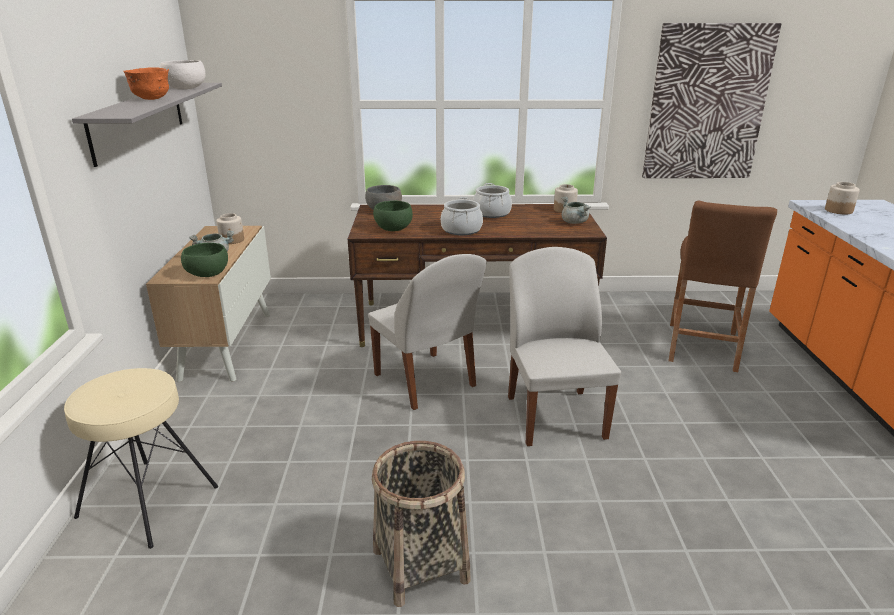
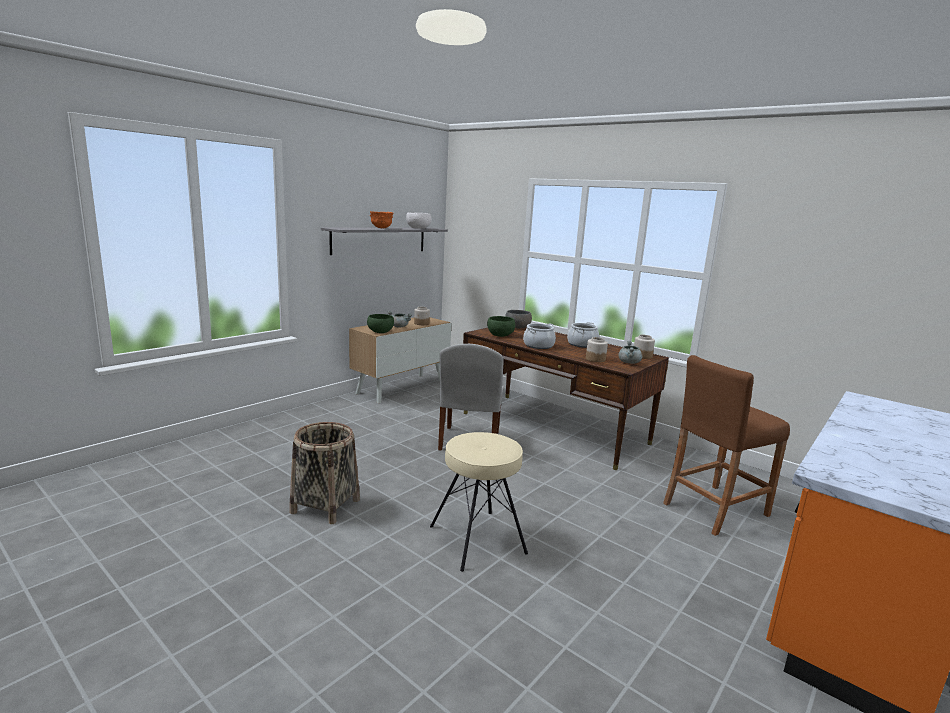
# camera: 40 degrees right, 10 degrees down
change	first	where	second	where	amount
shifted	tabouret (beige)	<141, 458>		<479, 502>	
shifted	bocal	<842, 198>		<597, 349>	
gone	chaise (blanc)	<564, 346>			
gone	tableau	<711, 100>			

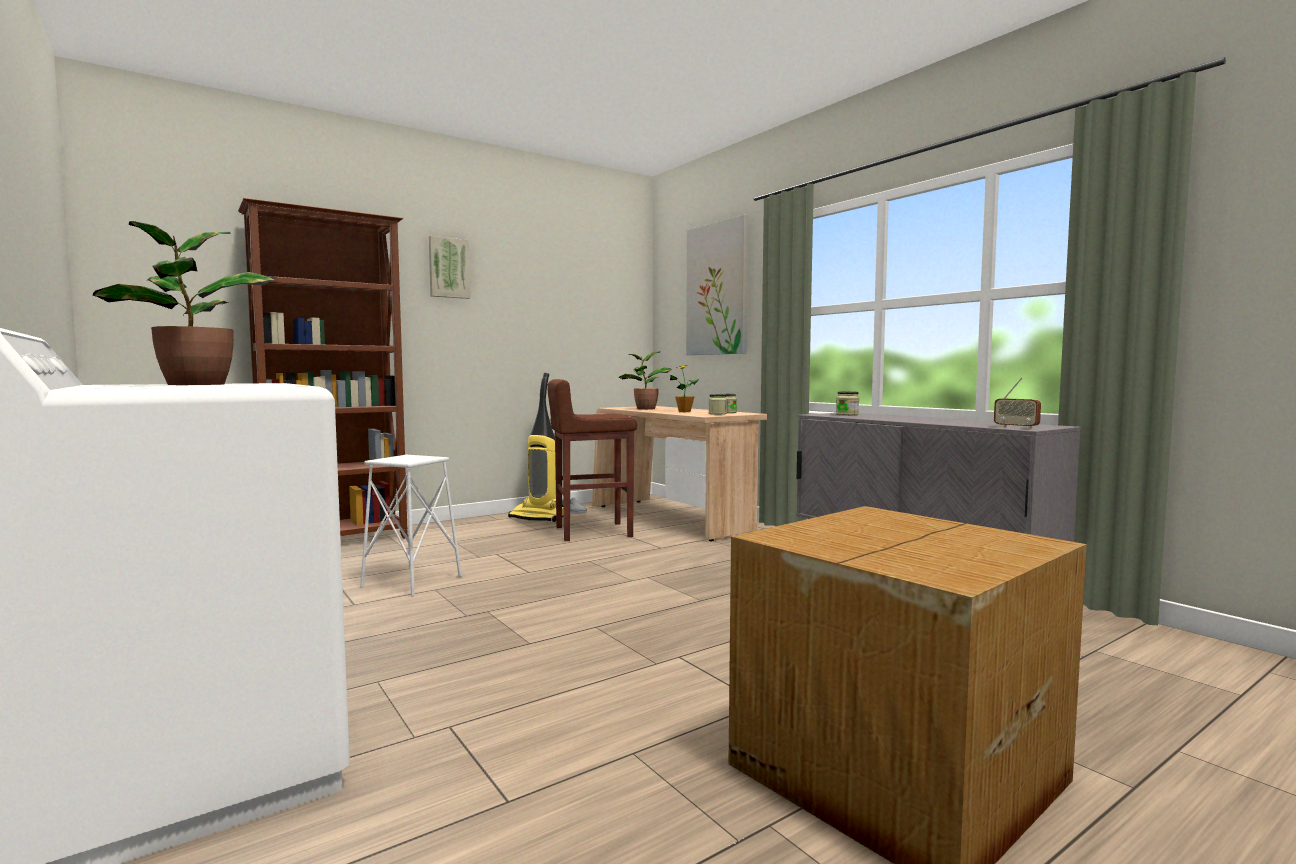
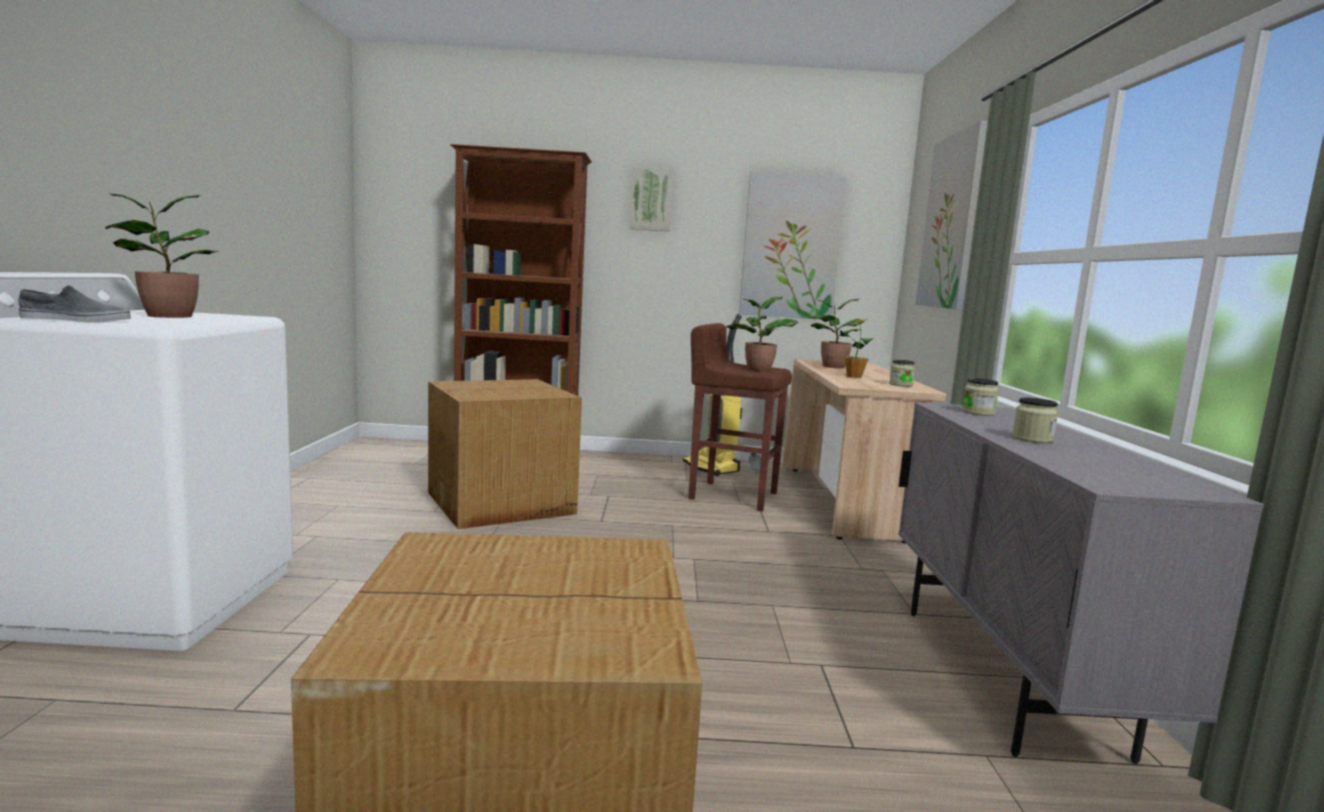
# camera: 35 degrees right, 5 degrees up
change	first	where	second	where	amount
new			chaussure (gris)	<74, 304>	
swapped	tabouret (blanc)	<411, 525>	carton	<505, 454>	
new			plante en pot	<762, 334>	
new			tableau	<793, 244>	
shifted	bocal	<718, 404>		<1035, 420>	
gone	radio	<1017, 403>			

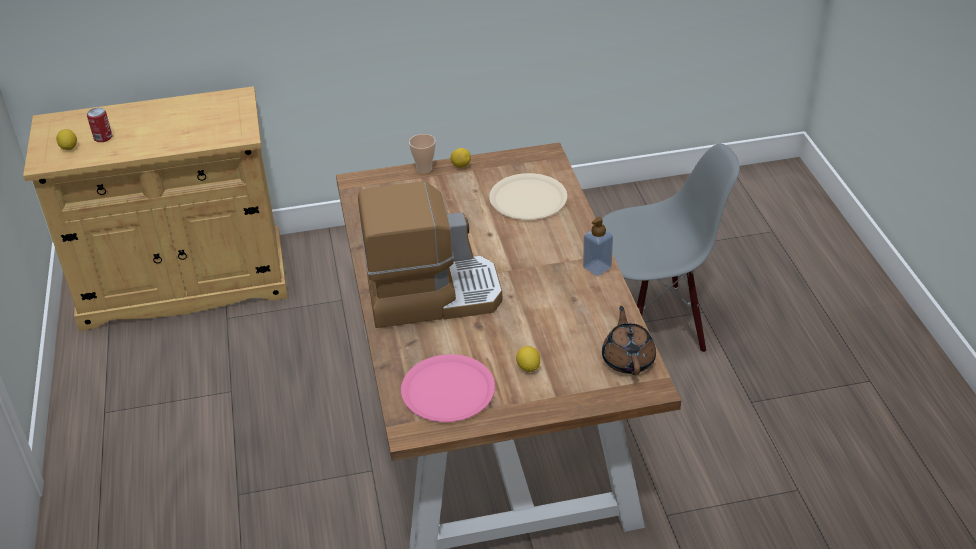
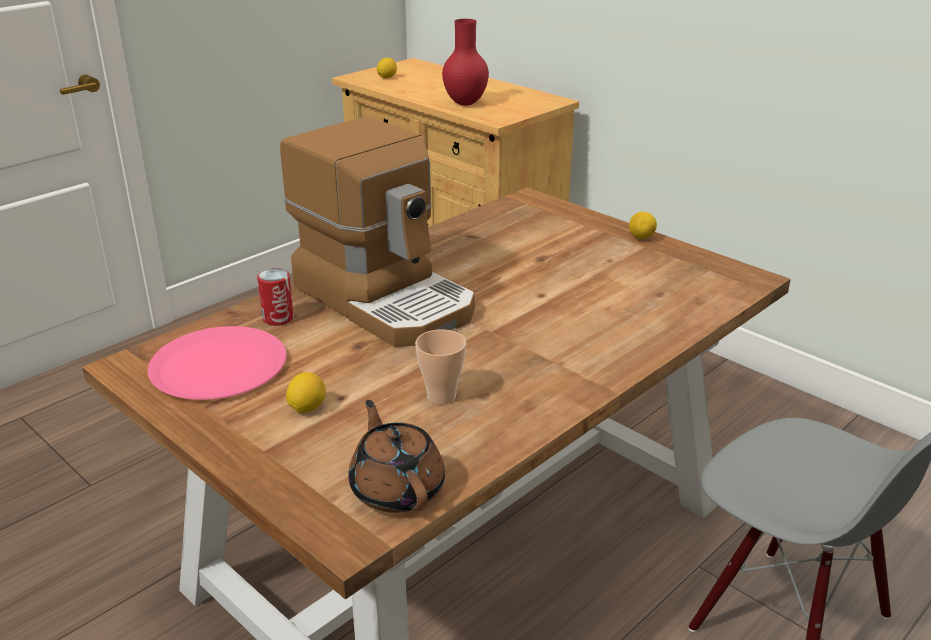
# camera: 55 degrees right, 10 degrees down
change	first	where	second	where	amount
shifted	boîte métallique	<100, 125>		<275, 297>	
rotated	théière (marron)	<629, 340>		<396, 456>	75 degrees counterclockwise
shifted	tasse	<422, 154>		<440, 367>	
new			vase (rouge)	<465, 62>	
gone	assiette (beige)	<528, 196>			
gone	distributeur de savon	<598, 246>			

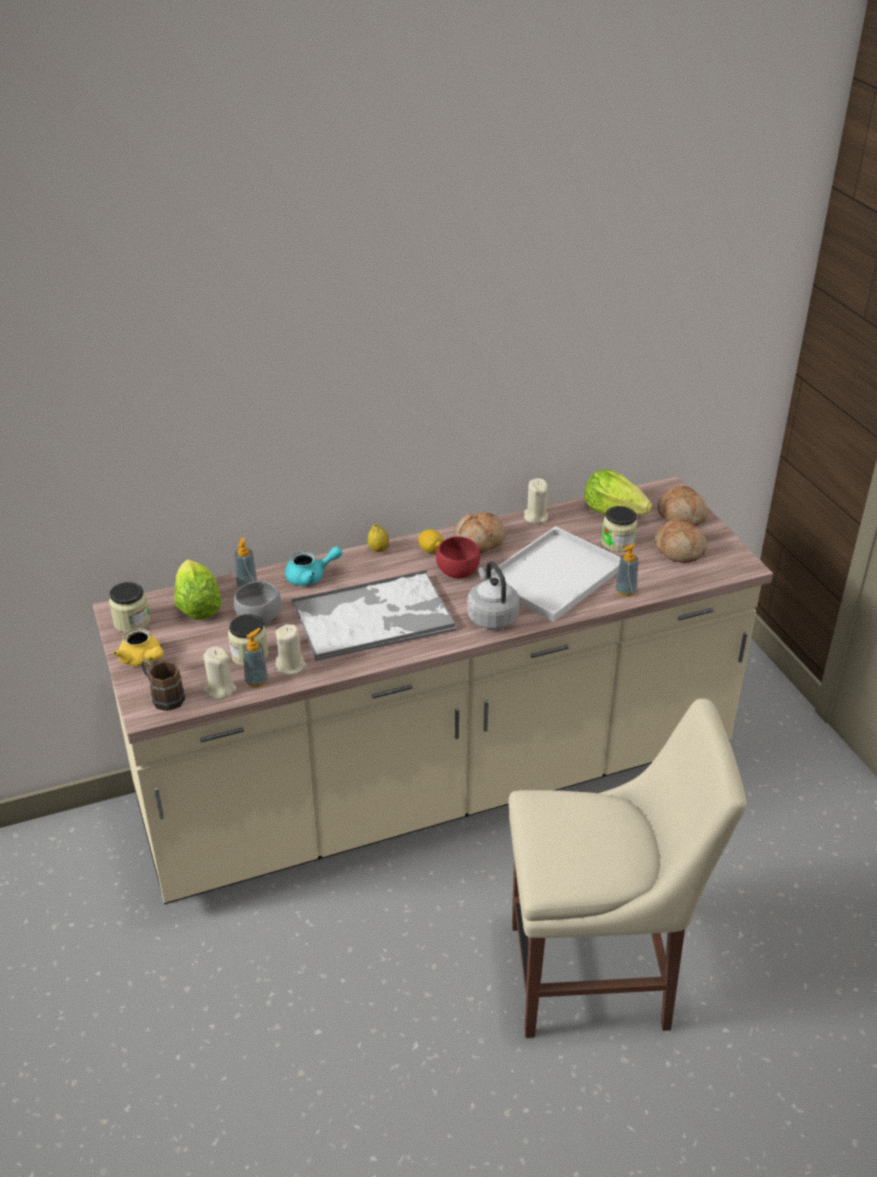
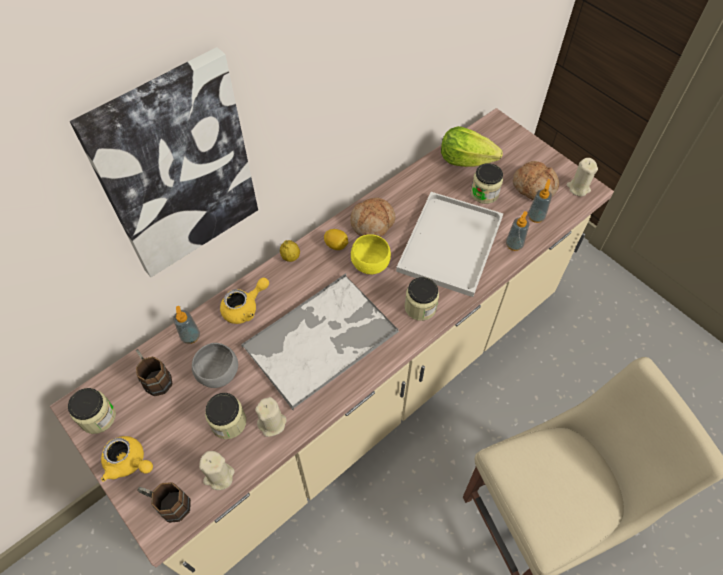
# camera: 20 degrees left, 20 degrees up
change	first	where	second	where	amount
new			tableau	<164, 162>	
swapped	laitue	<198, 590>	mug (marron)	<154, 372>	
repainted	théière (turquoise)	<314, 566>	théière (jaune)	<244, 301>	
repainted	bol (rouge)	<458, 557>	bol (jaune)	<371, 254>	
swapped	bouilloire (gris)	<493, 595>	bocal	<422, 299>	
shifted	distributeur de savon	<255, 657>		<540, 201>	
shifted	bougie (beige)	<536, 501>		<582, 177>	
gone	pain	<682, 506>			

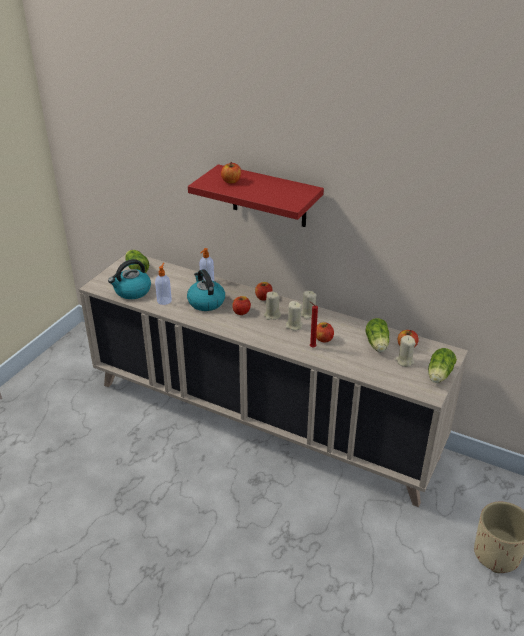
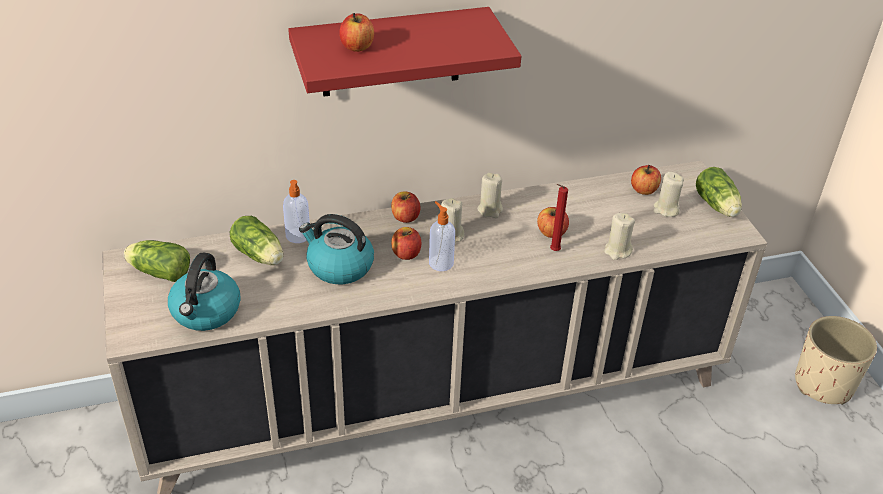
# camera: 45 degrees left, 5 degrees up
change	first	where	second	where	amount
shifted	laitue	<377, 335>		<256, 240>	
shifted	distributeur de savon	<163, 284>		<442, 236>	
shifted	bougie (beige)	<294, 315>		<619, 236>	

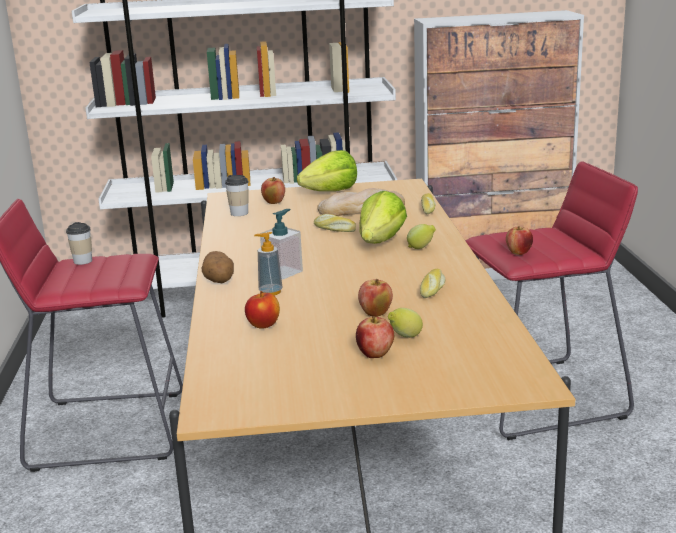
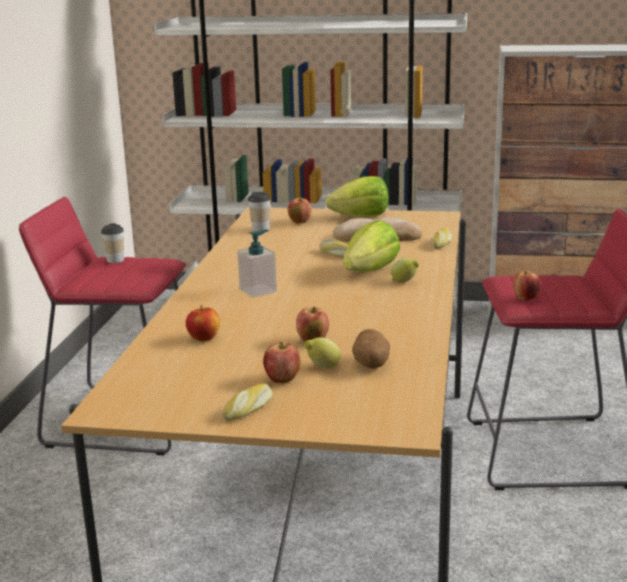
# camera: 15 degrees right, 0 degrees up
change	first	where	second	where	amount
shifted	pain	<432, 283>		<247, 402>	
shifted	pomme de terre	<218, 267>		<371, 349>	
gone	distributeur de savon	<268, 263>			

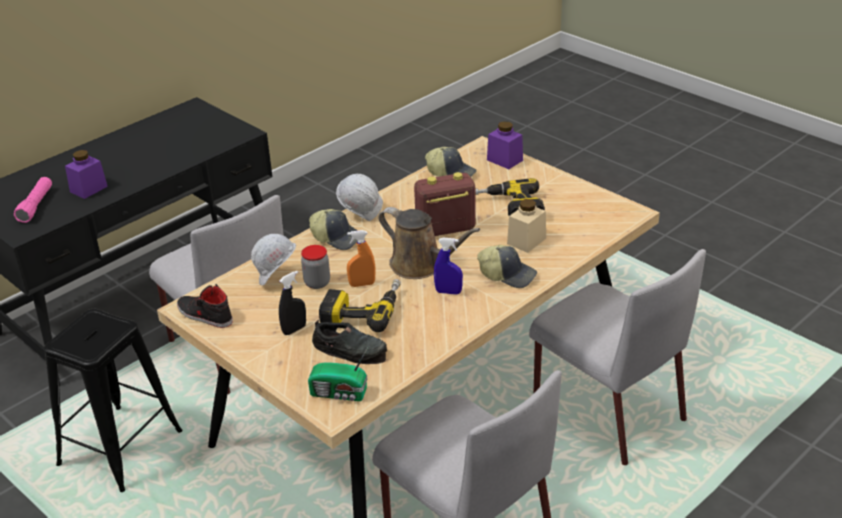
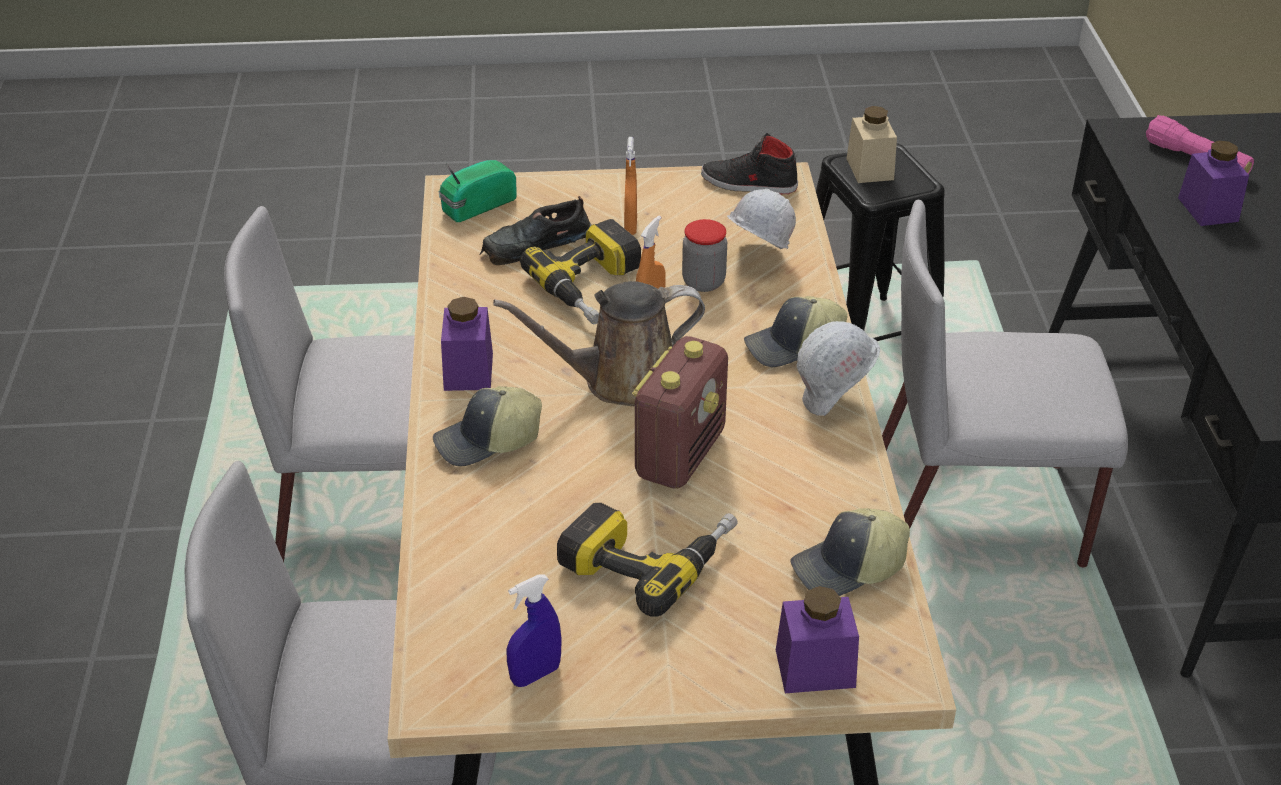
# camera: 130 degrees right, 5 degrees up
change	first	where	second	where	amount
new			bocal (violet)	<467, 344>	
shifted	vaporisateur (bleu)	<448, 266>		<534, 630>	
repainted	vaporisateur (noir)	<292, 303>	vaporisateur (orange)	<630, 186>	
rotated	chaussure (noir)	<205, 306>		<749, 163>	150 degrees counterclockwise
shifted	bocal (beige)	<526, 226>		<871, 144>	

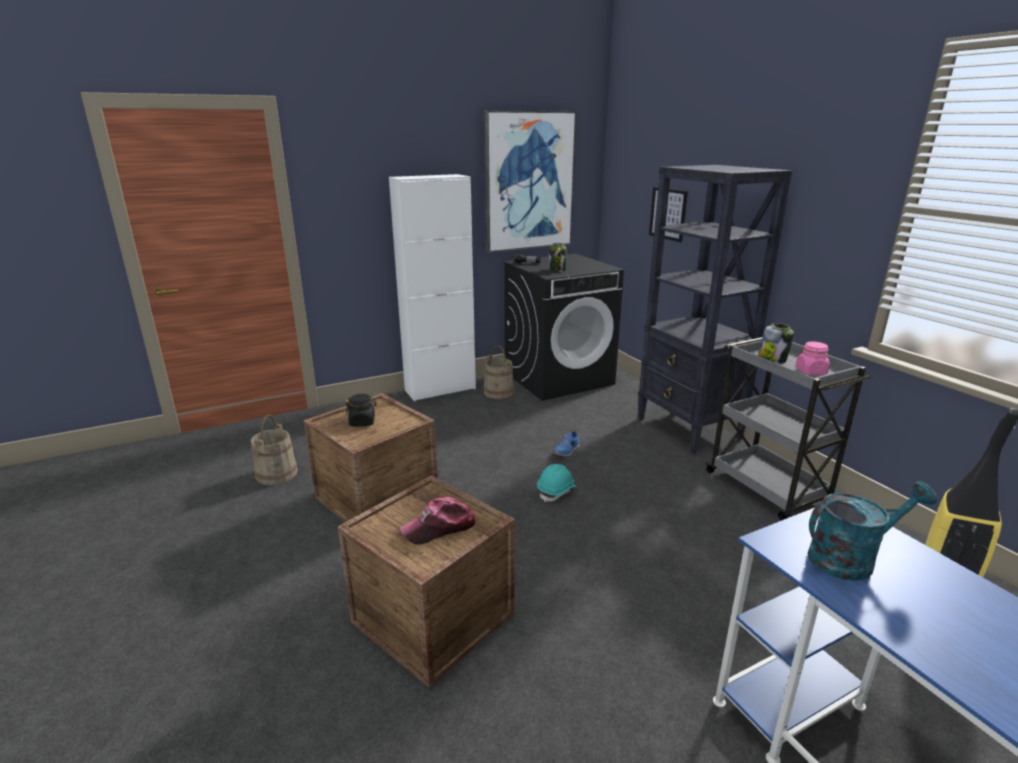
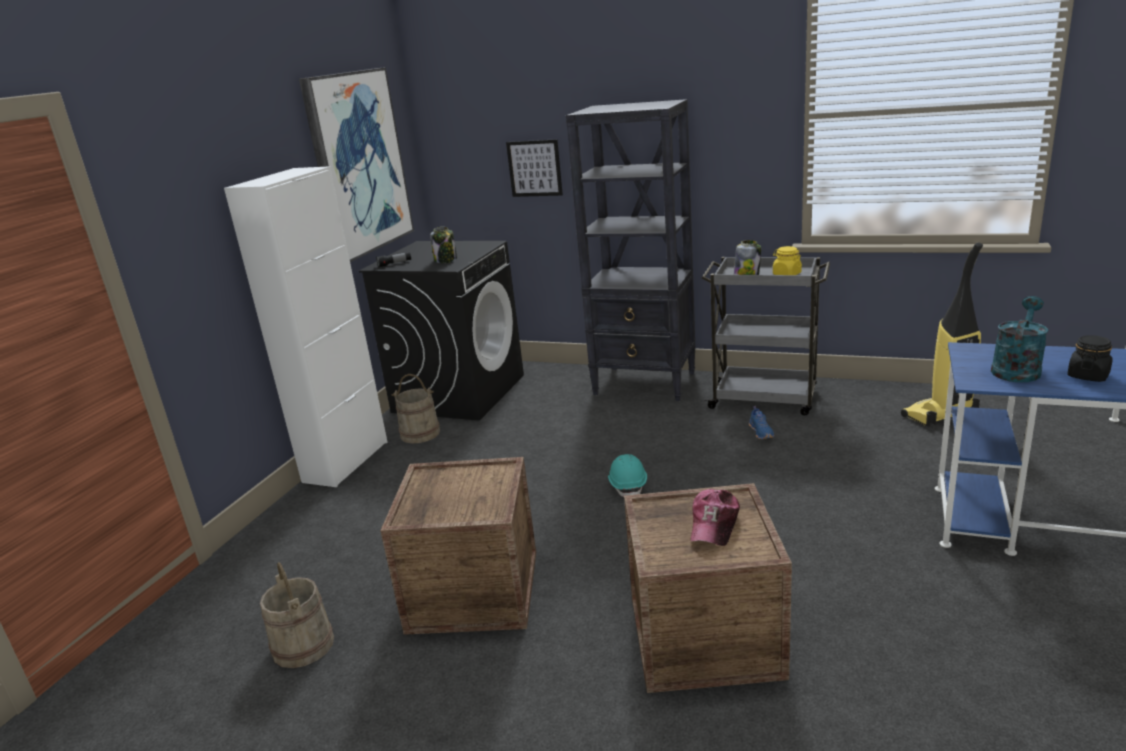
# camera: 40 degrees left, 0 degrees up
change	first	where	second	where	amount
shifted	chaussure (bleu)	<566, 443>		<761, 422>	
repainted	bocal (rose)	<813, 358>	bocal (jaune)	<787, 260>	
shifted	bocal (noir)	<361, 410>		<1090, 358>	

